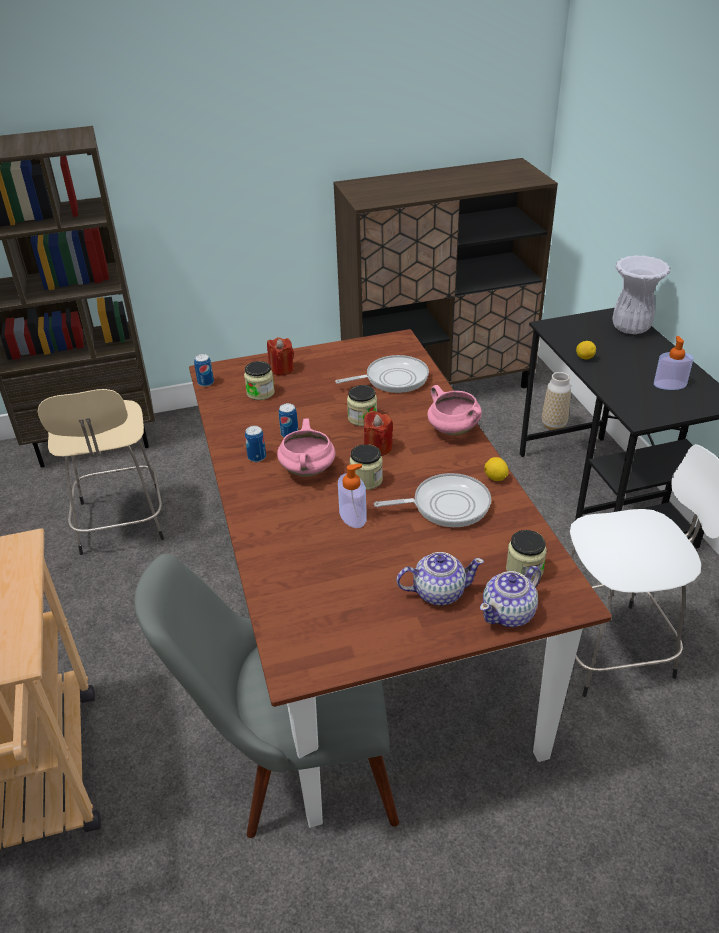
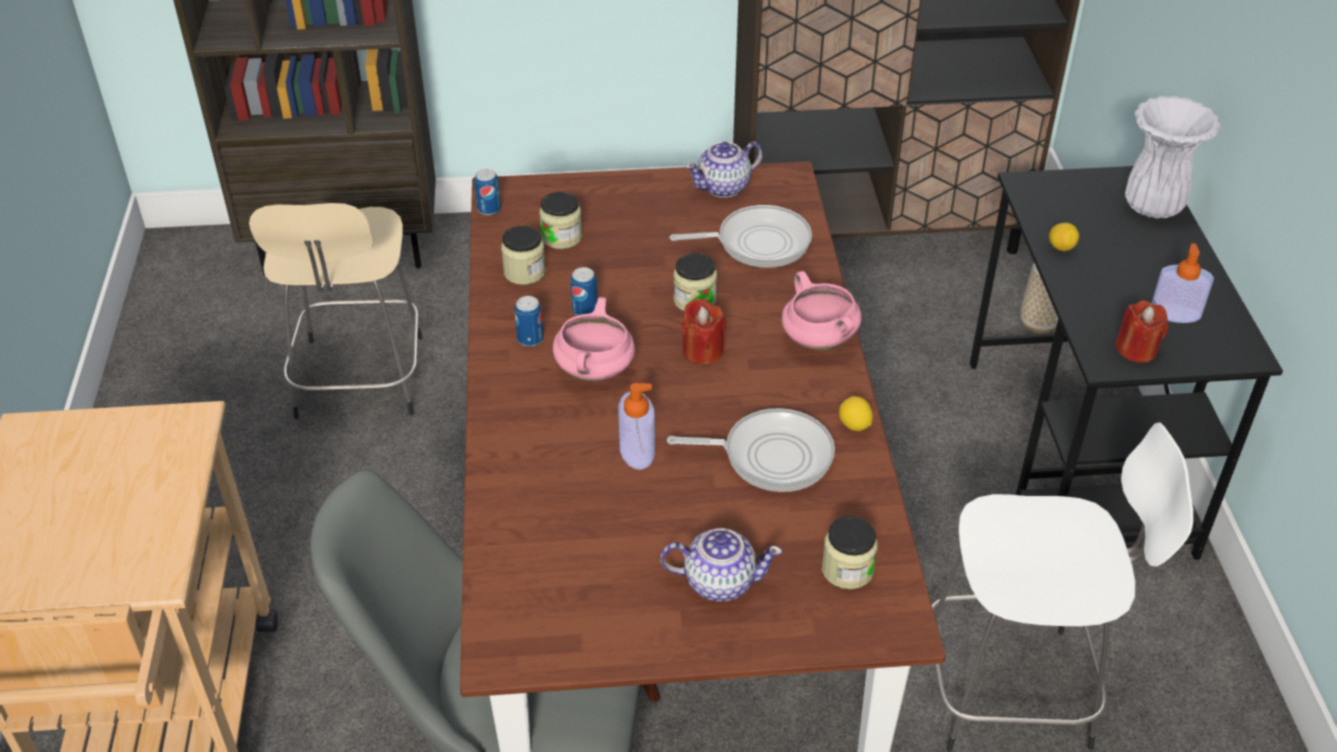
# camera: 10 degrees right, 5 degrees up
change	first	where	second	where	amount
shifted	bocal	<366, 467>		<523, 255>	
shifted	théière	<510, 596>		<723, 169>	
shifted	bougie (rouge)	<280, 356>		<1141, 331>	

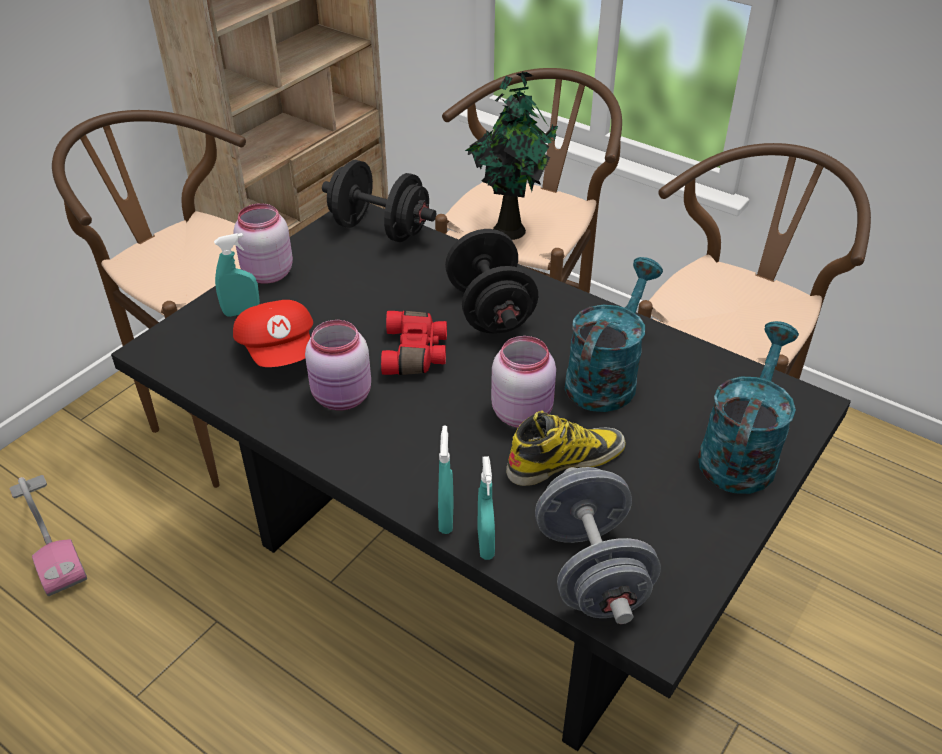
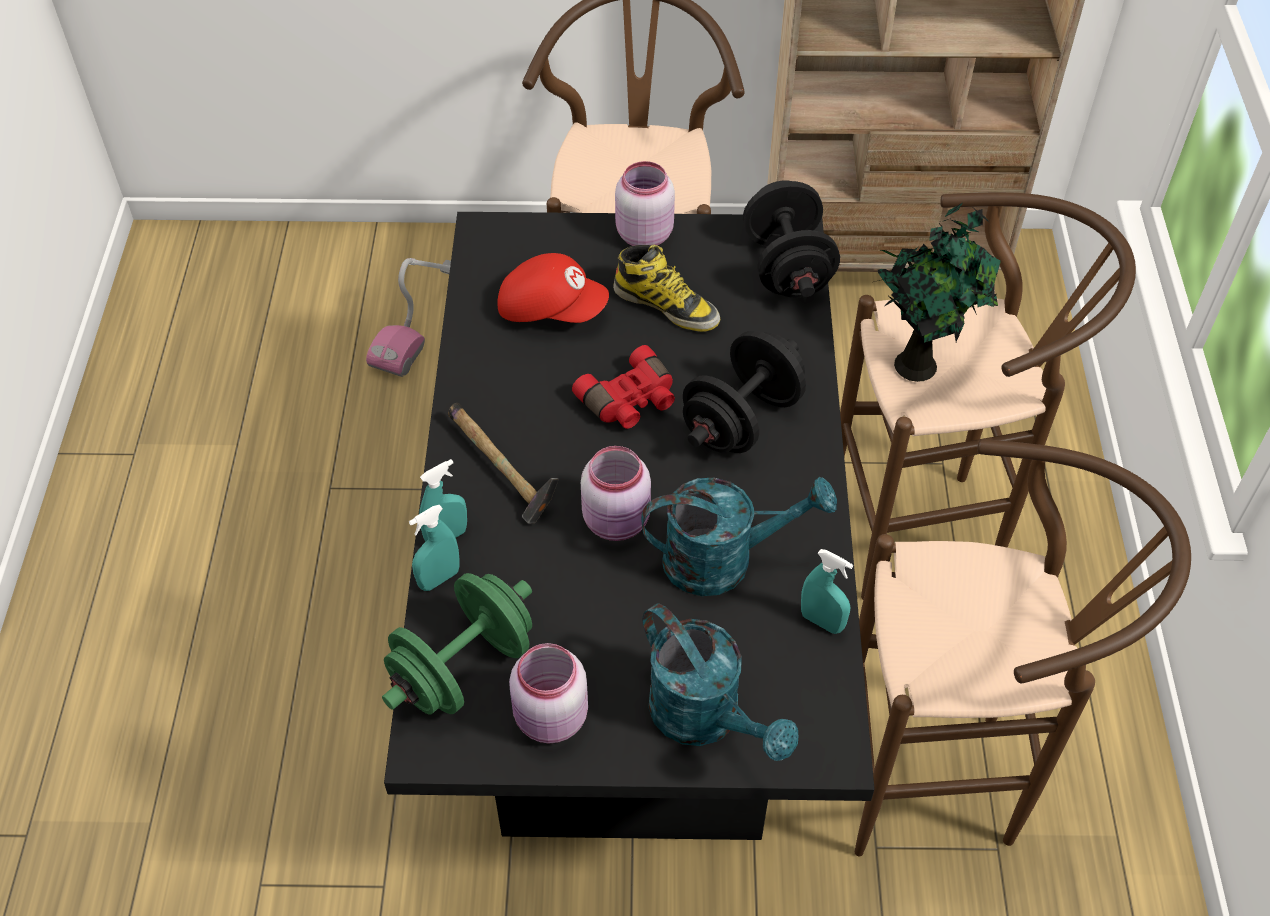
# camera: 55 degrees right, 10 degrees up
change	first	where	second	where	amount
repainted	haltère (gris)	<598, 545>	haltère (vert)	<457, 644>	
new			marteau	<503, 463>	
rotated	casquette (rouge)	<273, 333>		<553, 288>	105 degrees counterclockwise
shifted	bocal (rose)	<338, 365>		<548, 693>	
shifted	botte	<566, 448>		<667, 288>	
rotated	arrosoir (turquoise)	<748, 407>		<720, 682>	60 degrees clockwise
shifted	vaporisateur (turquoise)	<237, 275>		<827, 591>	

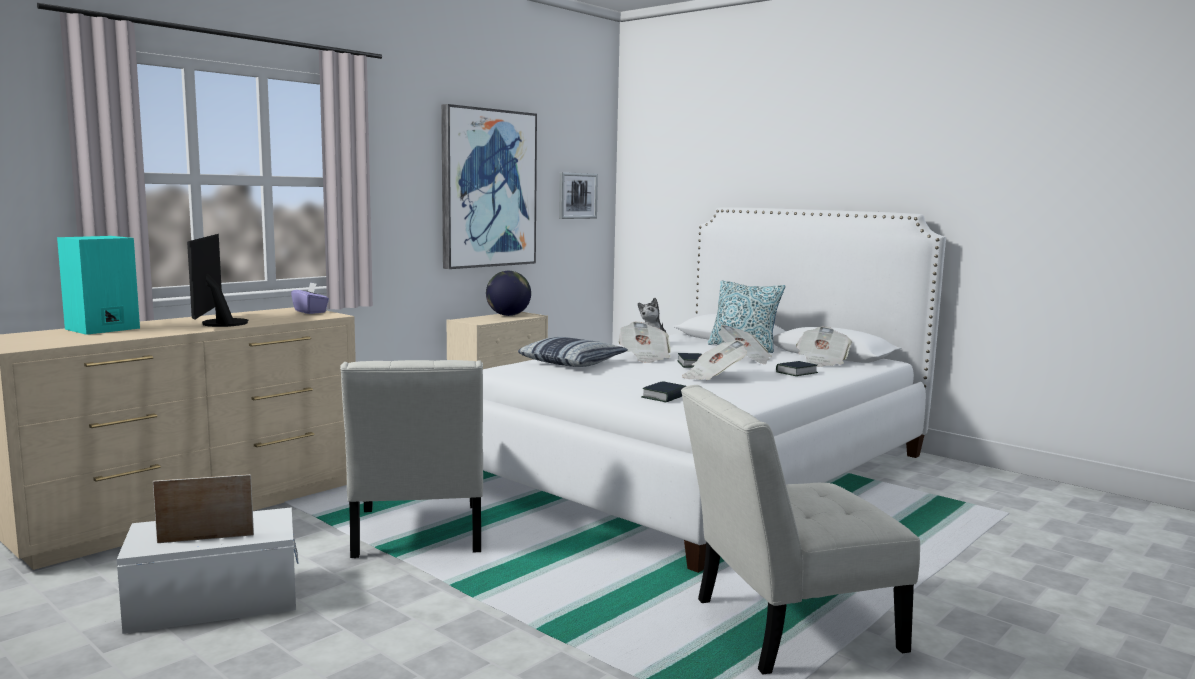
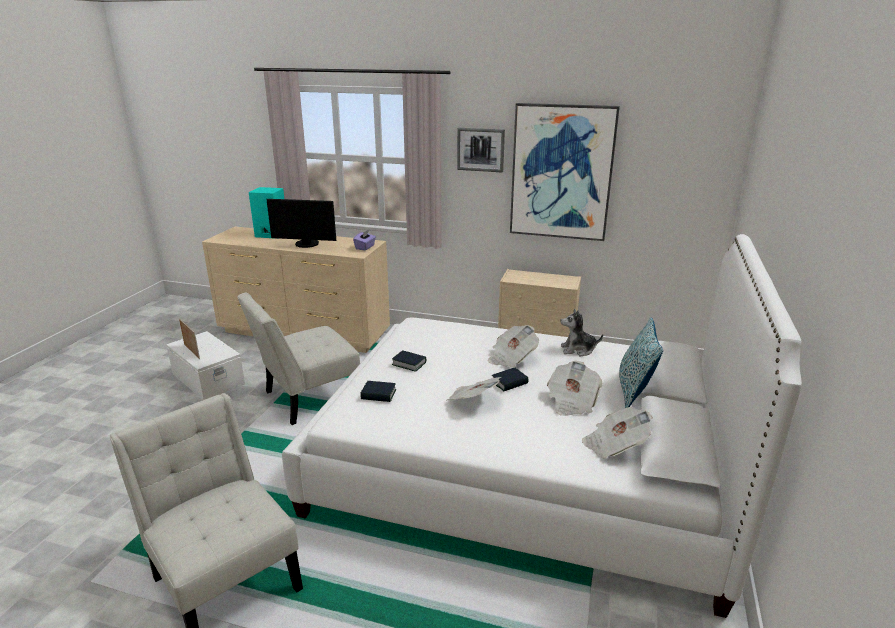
# camera: 65 degrees right, 15 degrees up
change	first	where	second	where	amount
rotated	écran d'ordinateur	<218, 280>		<301, 223>	135 degrees counterclockwise
shifted	livre	<797, 368>		<409, 361>	
shifted	tableau	<578, 195>		<481, 150>	
gone	globe	<508, 293>			
gone	coussin	<573, 352>			

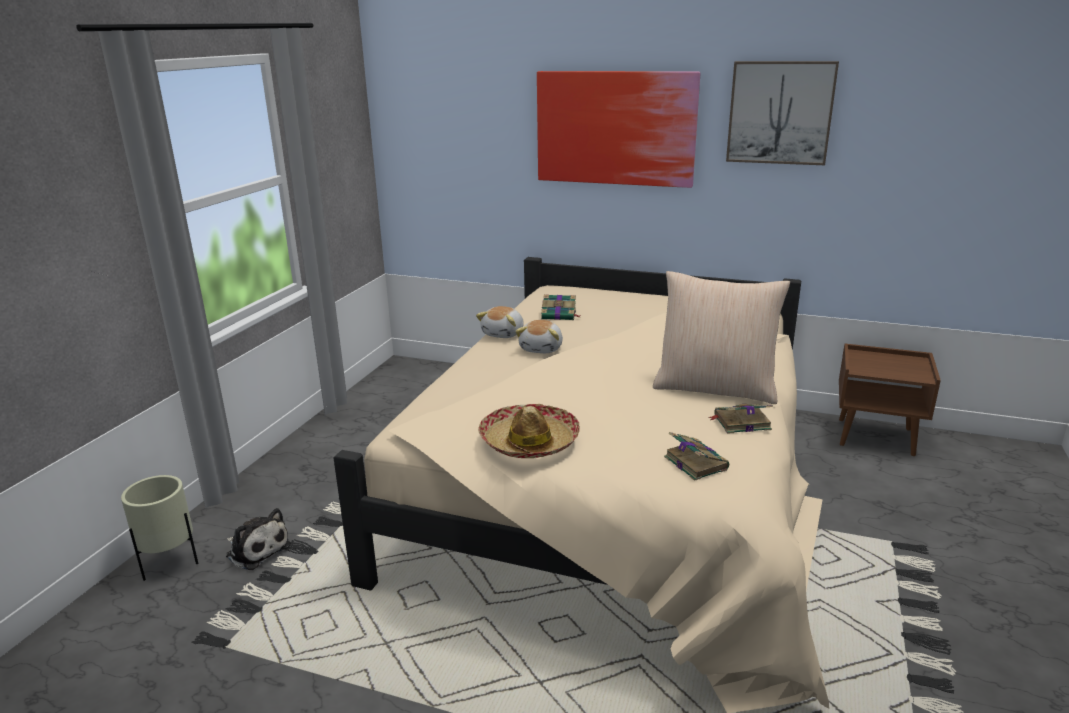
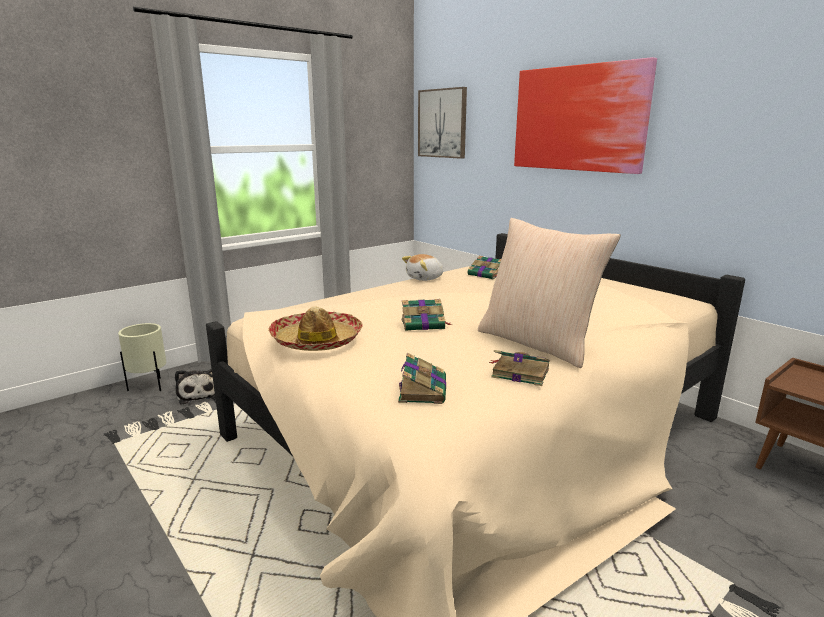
# camera: 30 degrees right, 5 degrees down
change	first	where	second	where	amount
new			livre	<427, 315>	
shifted	tableau	<782, 113>		<442, 123>	
gone	peluche	<539, 336>			

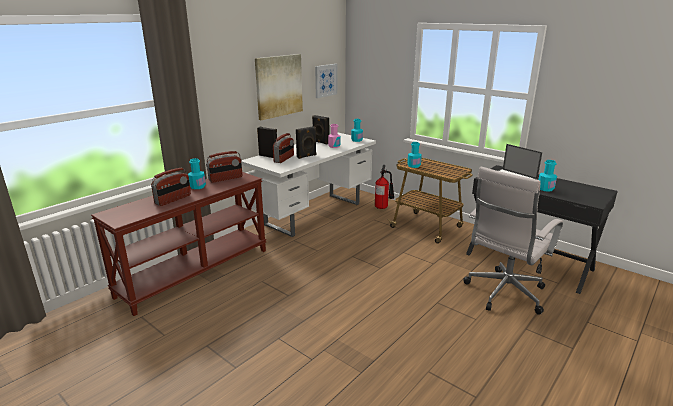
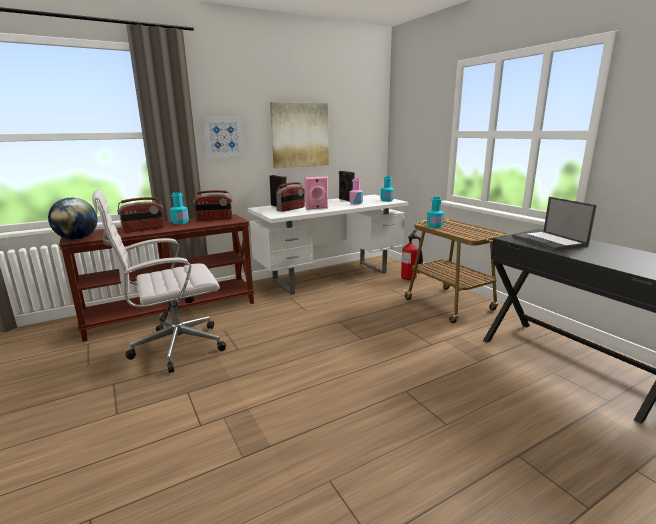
# camera: 20 degrees right, 5 degrees down
change	first	where	second	where	amount
new			globe	<73, 219>	
shifted	chaise de bureau (blanc)	<513, 240>		<159, 281>	
shifted	tableau	<326, 81>		<223, 137>	
repainted	enceinte (noir)	<306, 142>	enceinte (rose)	<316, 193>	
gone	bouteille (turquoise)	<547, 176>			

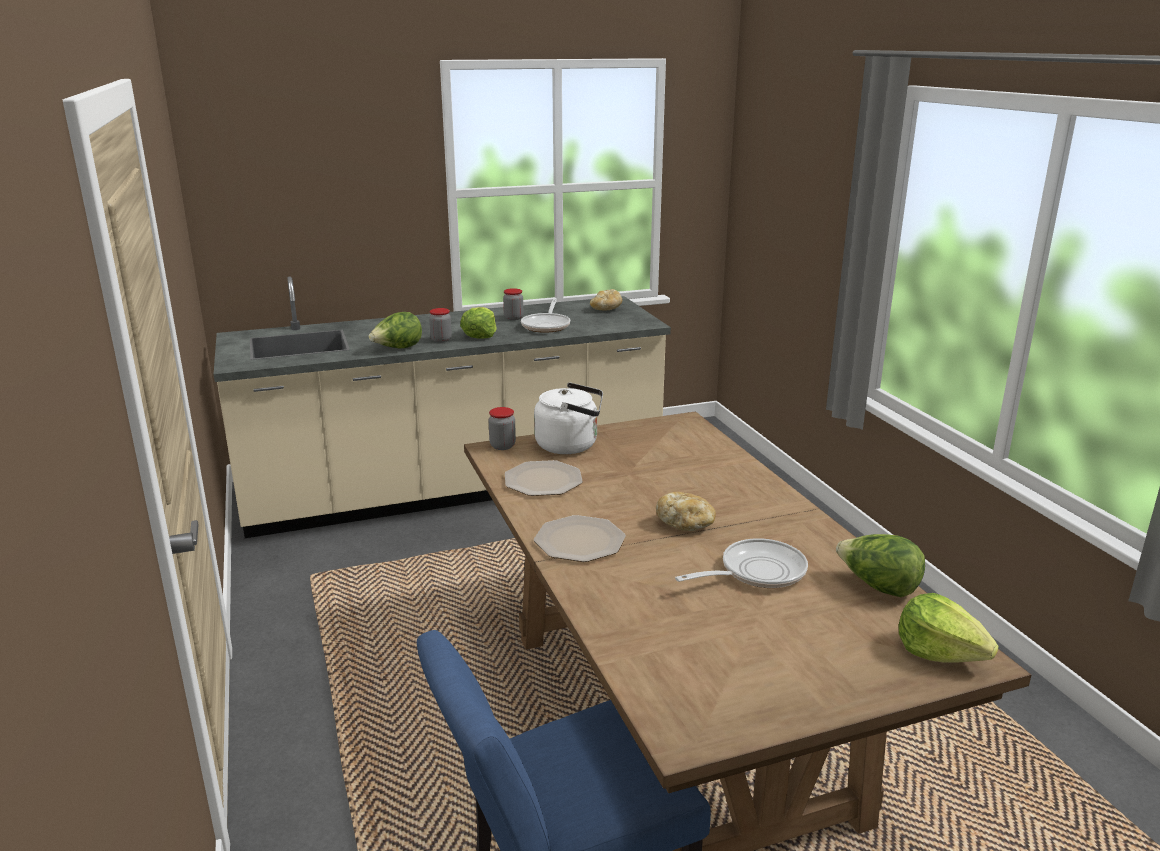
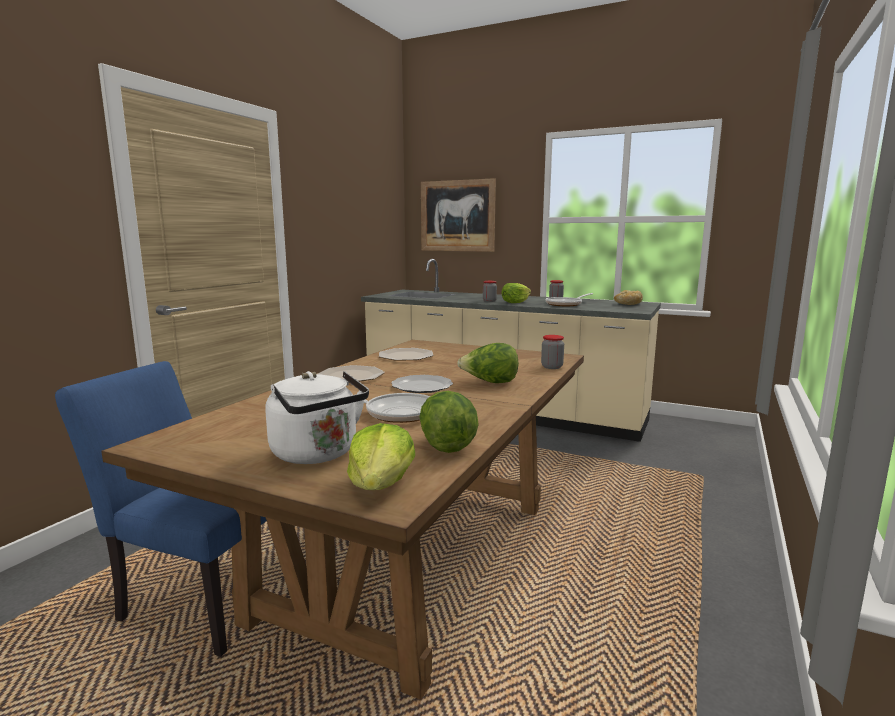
# camera: 45 degrees right, 10 degrees down
change	first	where	second	where	amount
shifted	bouilloire (blanc)	<568, 418>		<317, 417>	
swapped	pain	<686, 511>	assiette	<422, 384>	
new			tableau	<458, 215>	
shifted	laitue	<395, 330>		<488, 363>	
shifted	bocal	<502, 428>		<552, 352>	

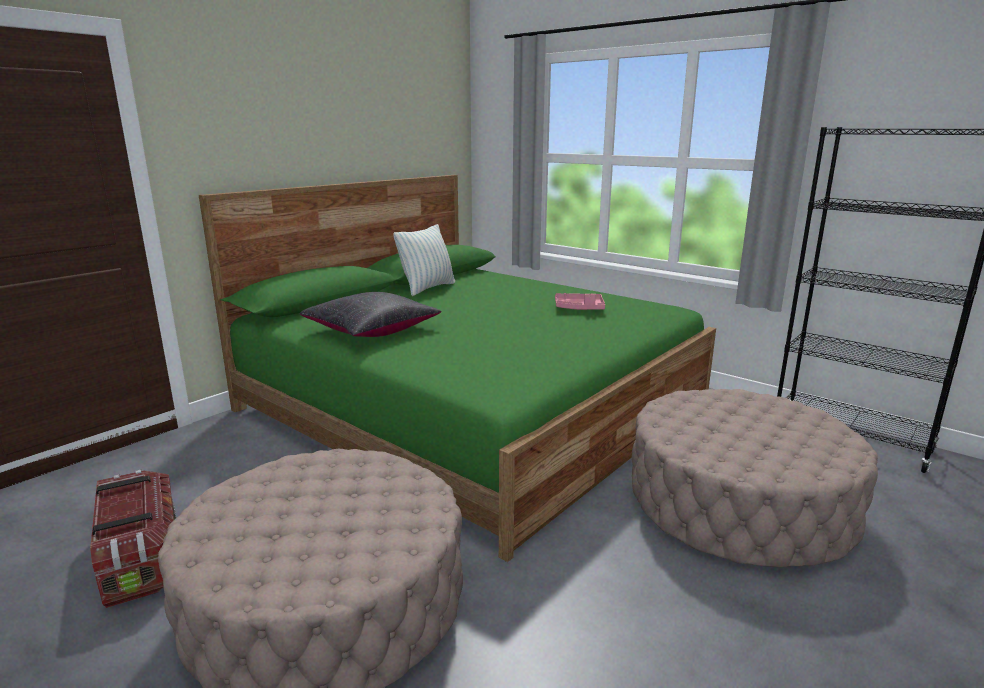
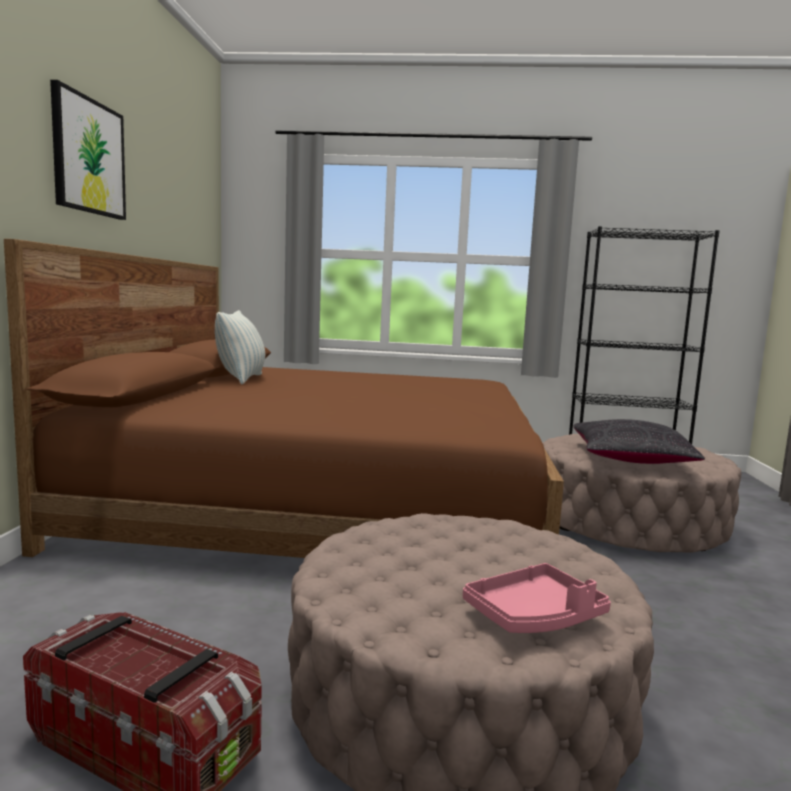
# camera: 35 degrees left, 10 degrees down
change	first	where	second	where	amount
repainted	lit (vert)	<457, 368>	lit (marron)	<284, 398>	
new			tableau	<88, 150>	
shifted	plateau (rose)	<580, 301>		<537, 598>	
shifted	coussin (noir)	<371, 314>		<639, 441>	

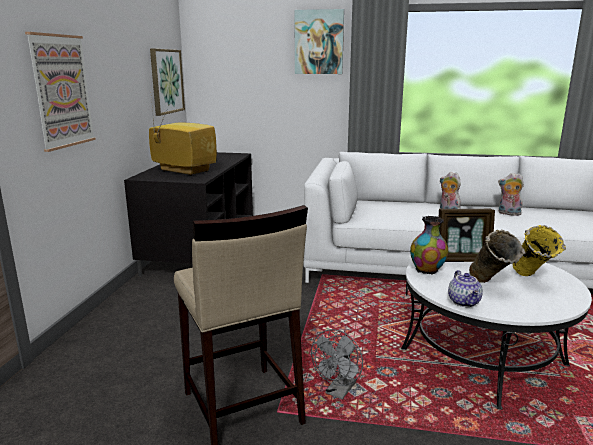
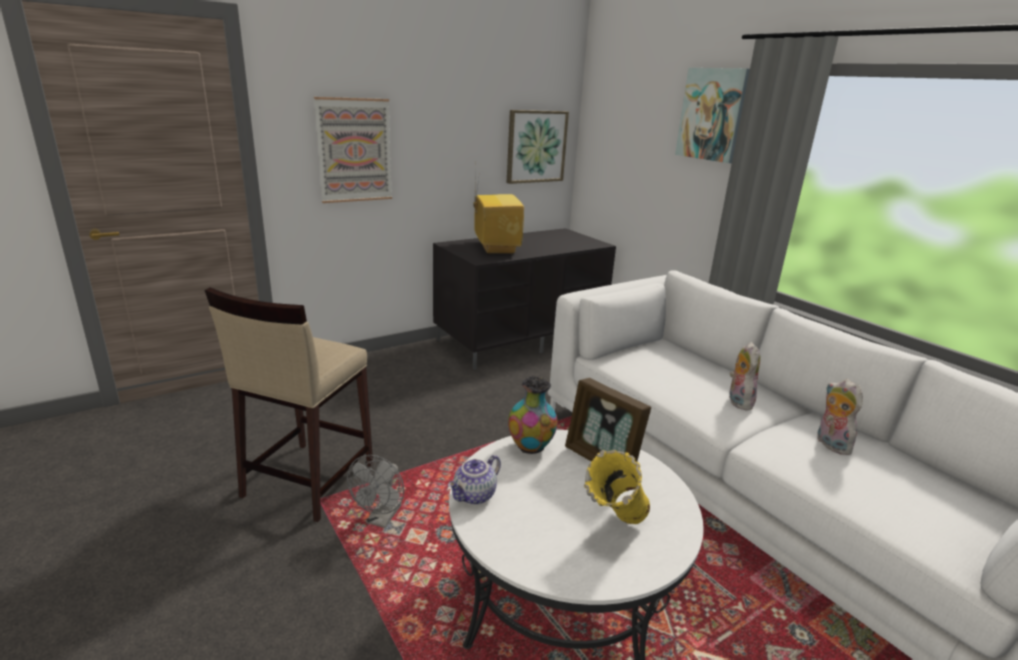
# camera: 45 degrees right, 5 degrees up
change	first	where	second	where	amount
rotated	ventilateur (gris)	<337, 364>		<375, 491>	60 degrees counterclockwise
gone	vase (beige)	<497, 256>			

